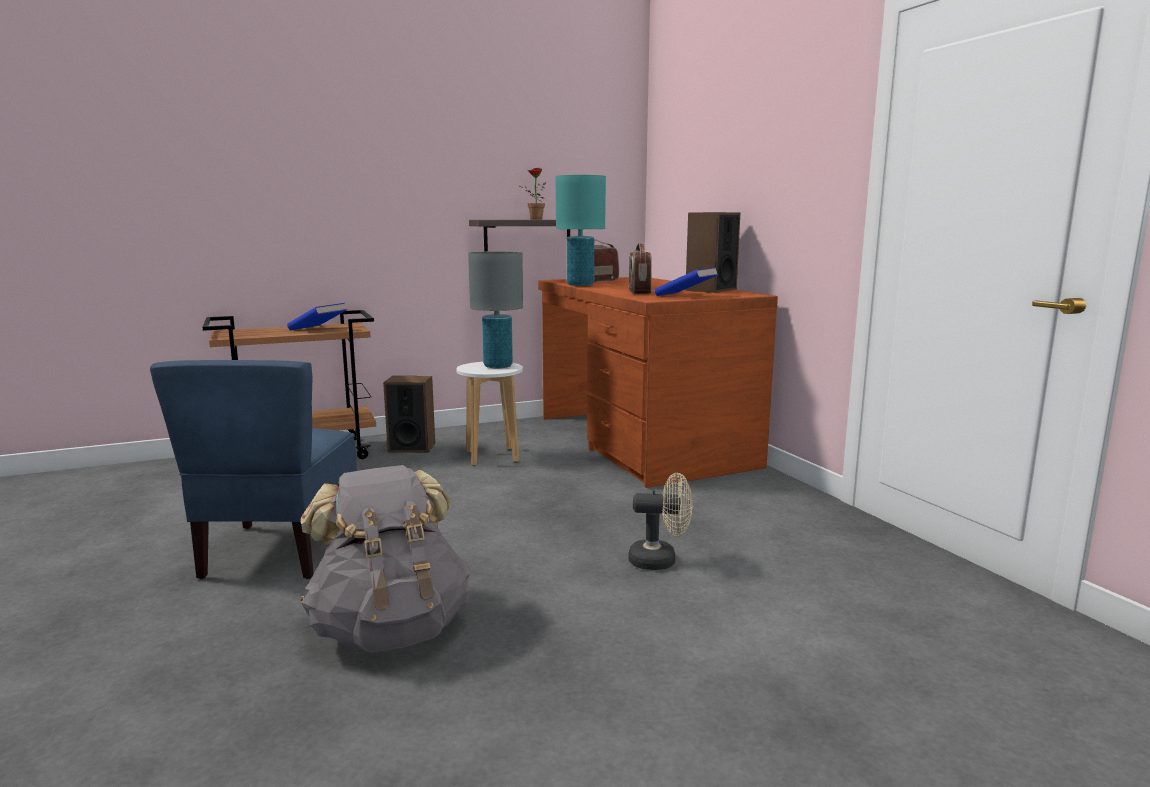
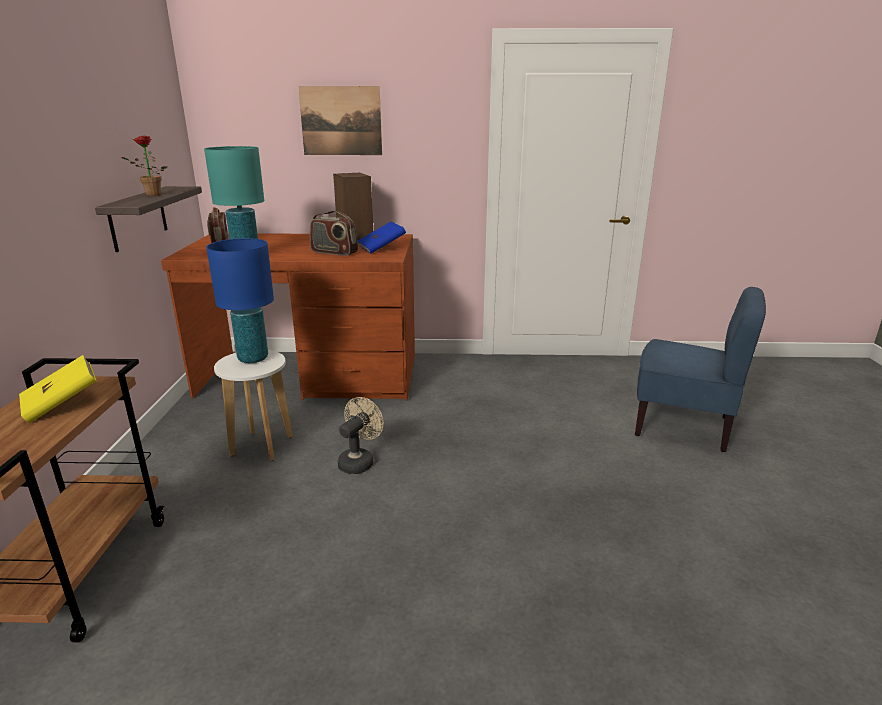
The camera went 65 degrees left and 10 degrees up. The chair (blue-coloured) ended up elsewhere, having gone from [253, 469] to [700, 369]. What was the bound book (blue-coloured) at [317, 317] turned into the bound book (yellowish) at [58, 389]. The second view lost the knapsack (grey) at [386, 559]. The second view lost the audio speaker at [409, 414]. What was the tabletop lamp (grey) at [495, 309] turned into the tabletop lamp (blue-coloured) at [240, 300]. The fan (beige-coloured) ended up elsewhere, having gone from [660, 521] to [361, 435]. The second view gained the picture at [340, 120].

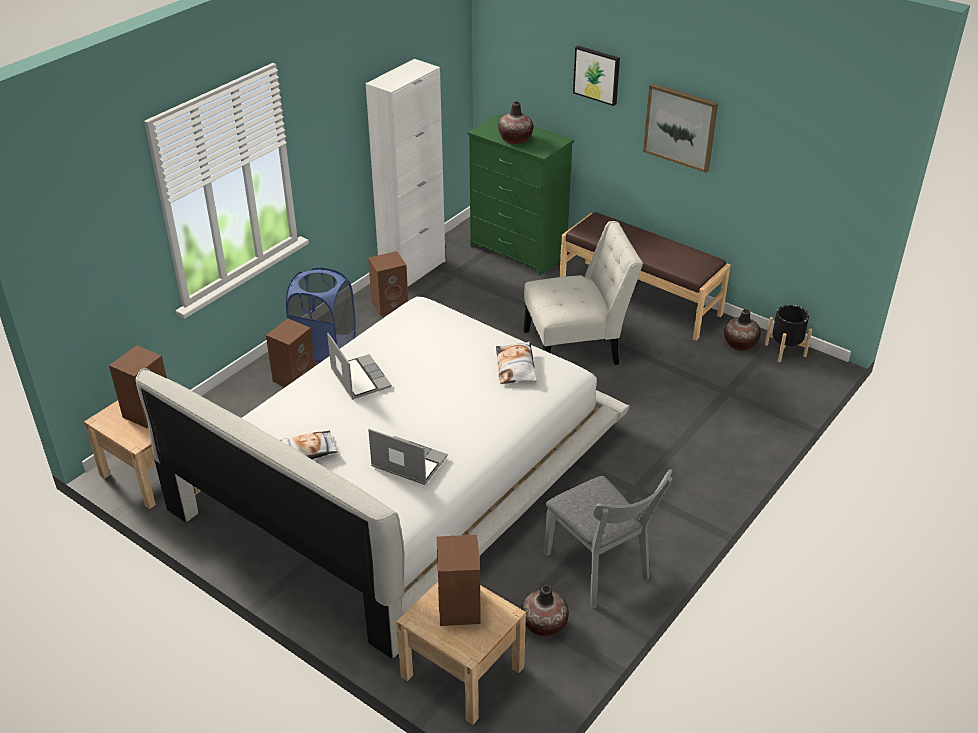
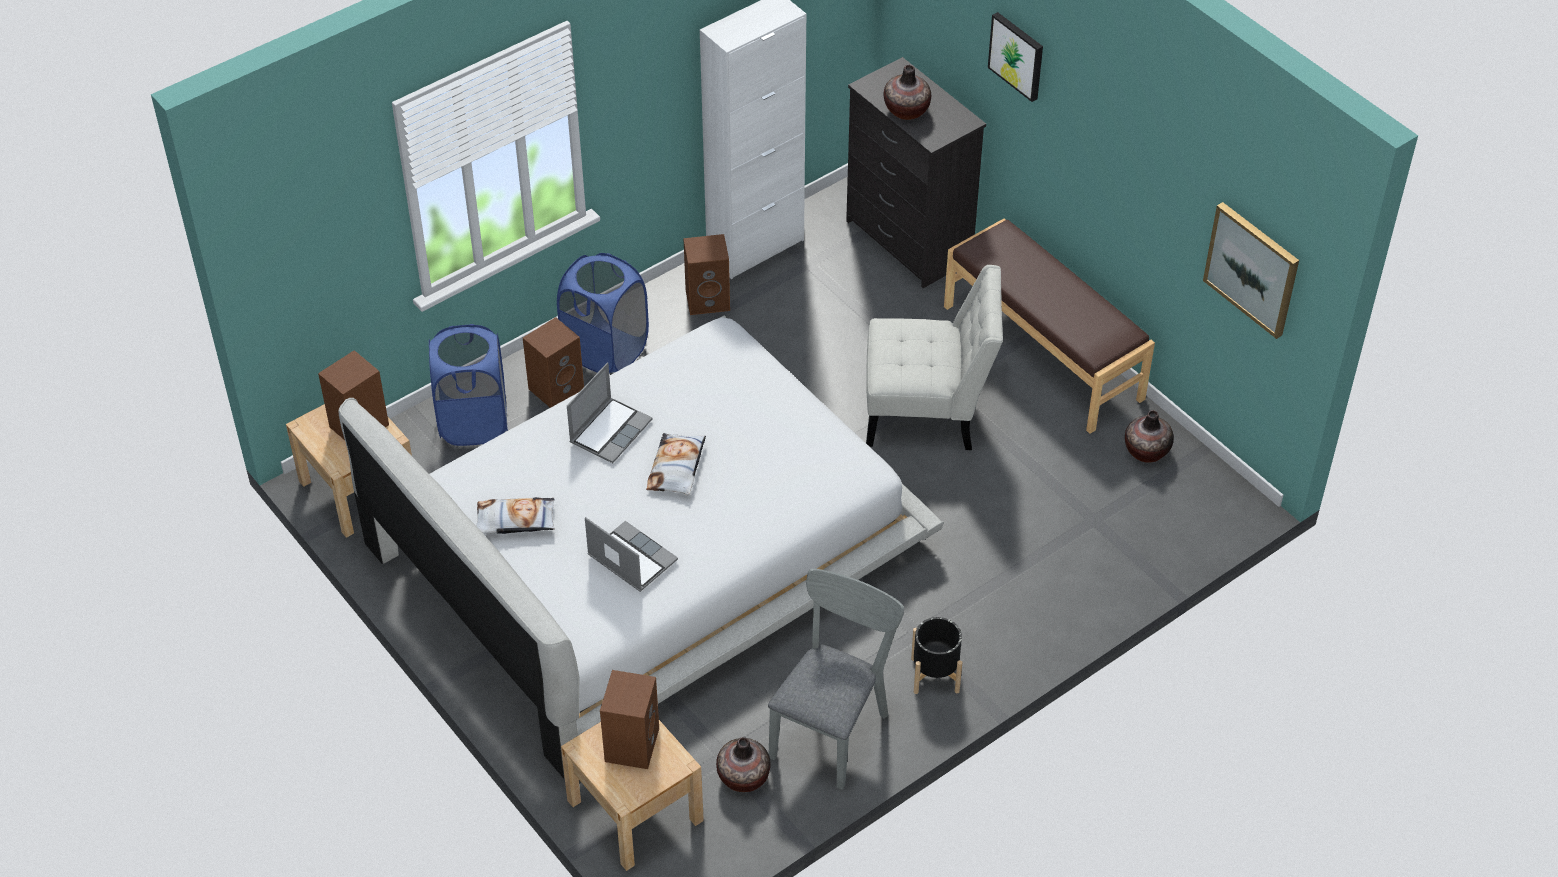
The camera went 15 degrees right and 10 degrees up. The laptop at [359, 366] ended up facing another way, 45 degrees clockwise from before. What was the dresser (green) at [521, 195] turned into the dresser (black) at [916, 172]. The pillow ended up elsewhere, having gone from [516, 362] to [676, 464]. The chair (grey) at [607, 538] ended up facing another way, 135 degrees counterclockwise from before. The picture ended up elsewhere, having gone from [680, 128] to [1251, 270]. The flower pot (black) ended up elsewhere, having gone from [788, 333] to [936, 655]. The second view gained the hamper (blue-coloured) at [468, 385].

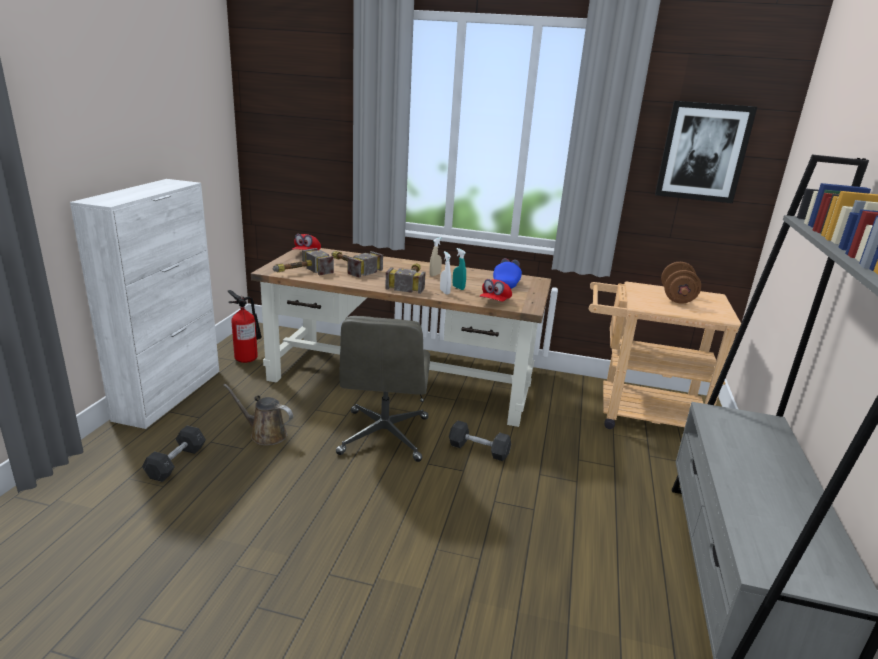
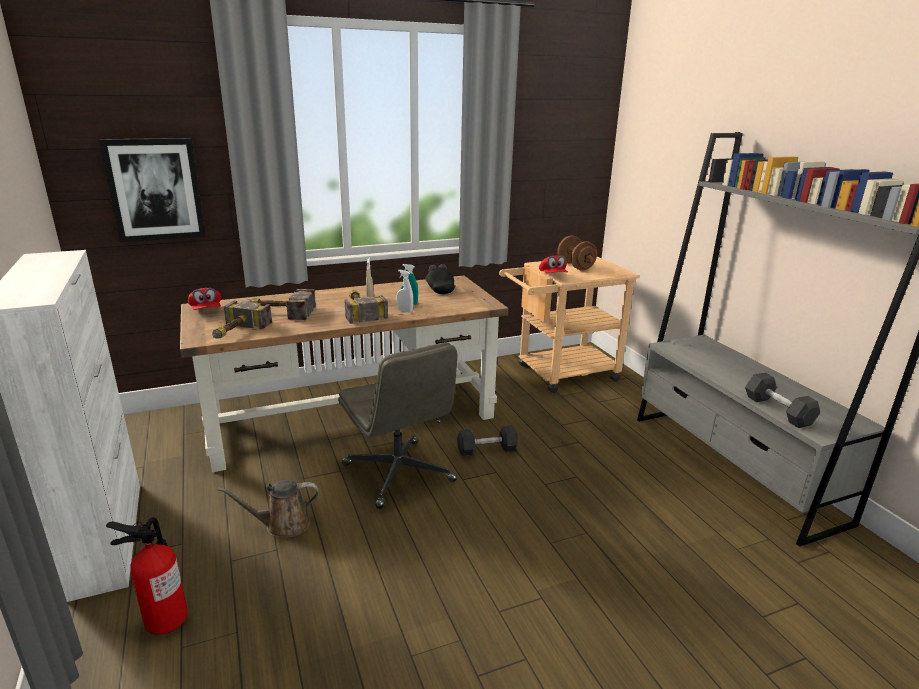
The camera went 35 degrees left and 0 degrees up. The dumbbell (grey) ended up elsewhere, having gone from [174, 454] to [782, 400]. The fire extinguisher ended up elsewhere, having gone from [245, 326] to [147, 576]. The baseball cap (reddish) ended up elsewhere, having gone from [495, 290] to [553, 264]. What was the baseball cap (blue-coloured) at [507, 273] turned into the baseball cap (black) at [440, 279]. The picture ended up elsewhere, having gone from [706, 152] to [152, 190].

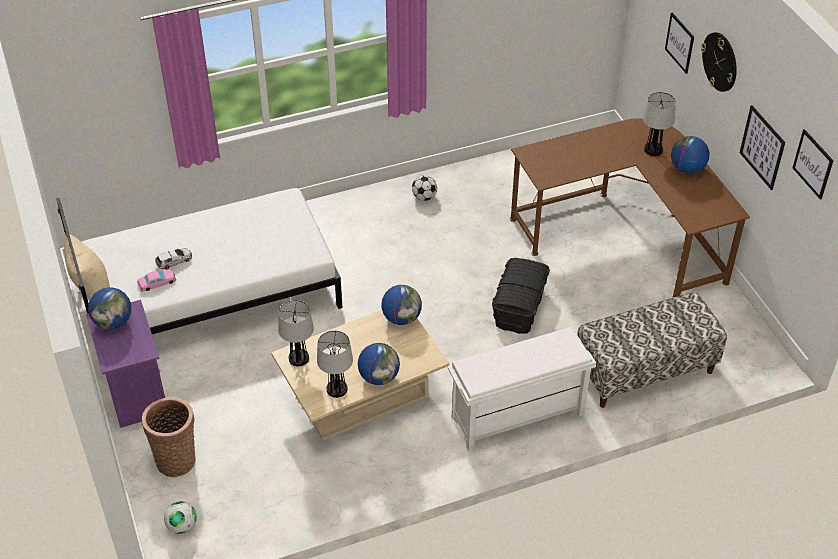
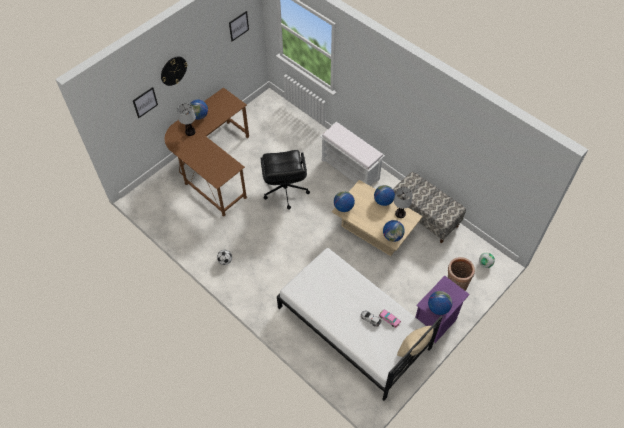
The camera went 115 degrees left and 10 degrees up. Where the tabletop lamp stood at [296, 333], the desk globe came to stand at [394, 231]. Where the storage container (black) stood at [521, 296], the computer chair (black) came to stand at [285, 180]. The long seat ended up elsewhere, having gone from [652, 350] to [429, 207]. The second view lost the picture at [762, 147].

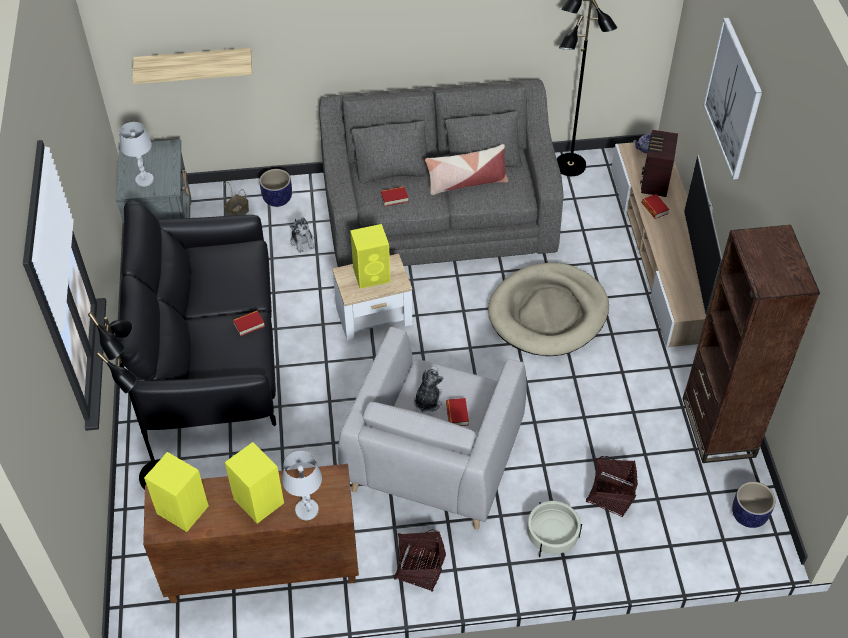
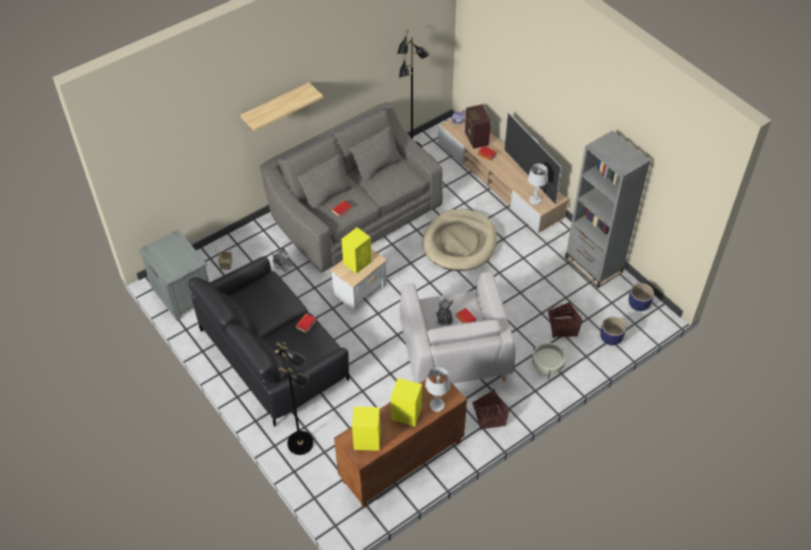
The camera went 30 degrees left and 0 degrees up. The tabletop lamp (white-coloured) ended up elsewhere, having gone from [136, 154] to [538, 184]. The bracket shelf ended up elsewhere, having gone from [192, 66] to [282, 106]. The flower pot ended up elsewhere, having gone from [275, 188] to [613, 331]. The second view lost the pillow at [466, 169]. What was the bookcase (brown-coloured) at [751, 344] turned into the bookcase (grey) at [607, 209]. The second view lost the picture at [732, 98].

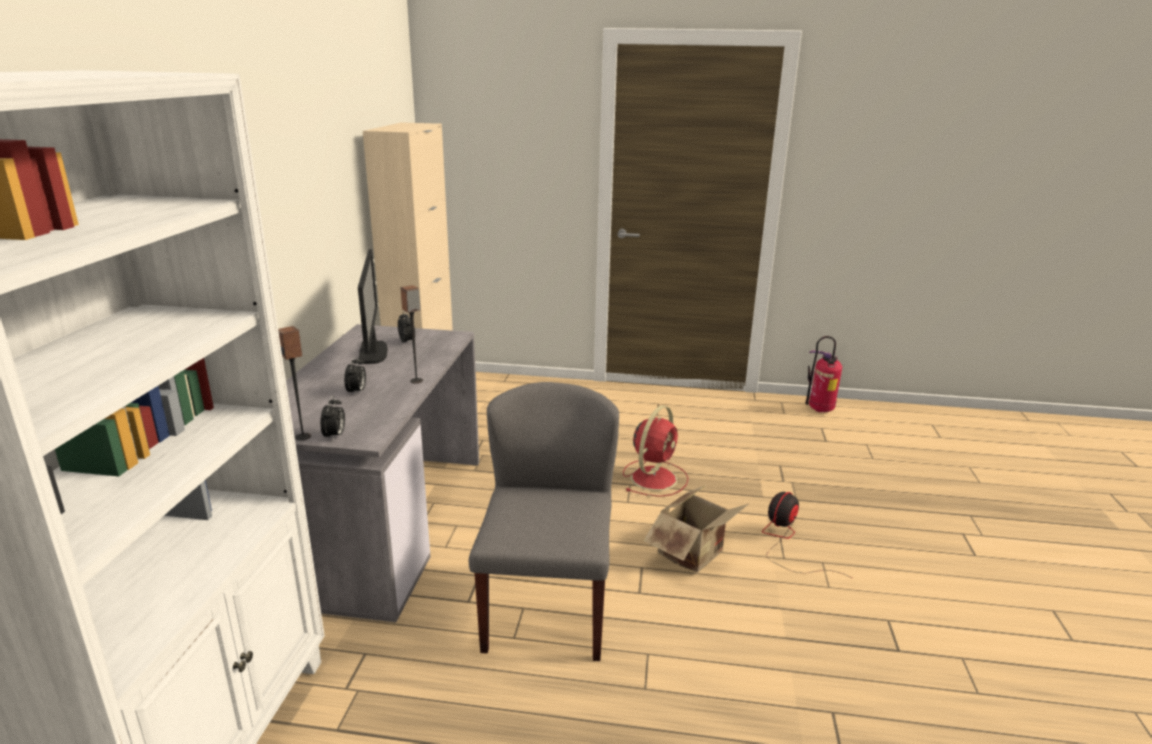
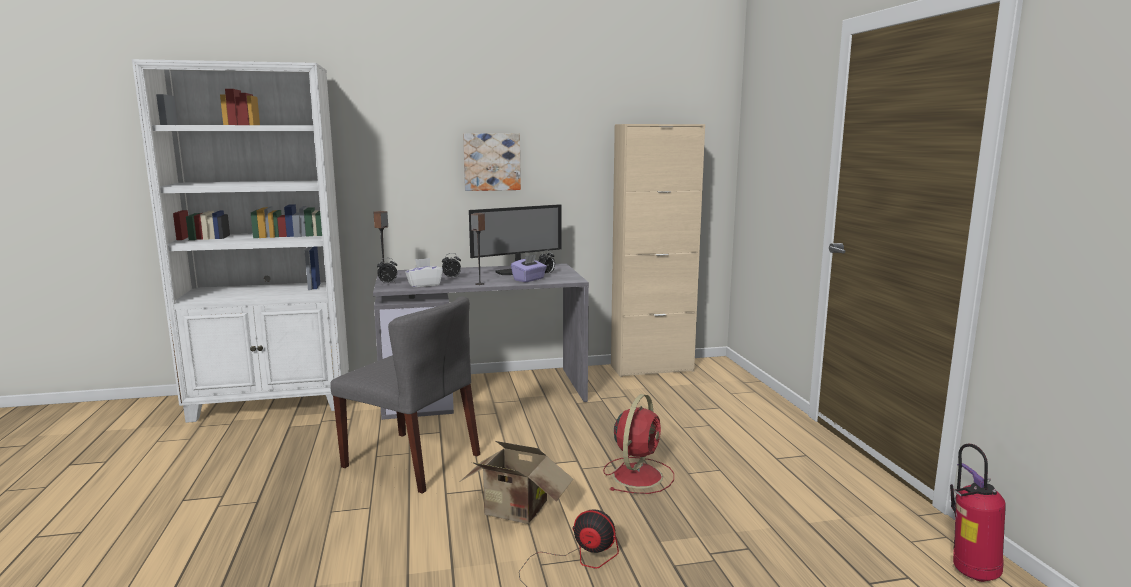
The camera went 70 degrees right and 10 degrees down. The chair (grey) at [544, 521] ended up facing another way, 45 degrees clockwise from before. The fan (reddish) at [655, 451] ended up facing another way, 75 degrees counterclockwise from before. The second view gained the box of tissues (white-coloured) at [424, 273]. The second view gained the picture at [492, 162]. The second view gained the box of tissues (purple-coloured) at [529, 268].

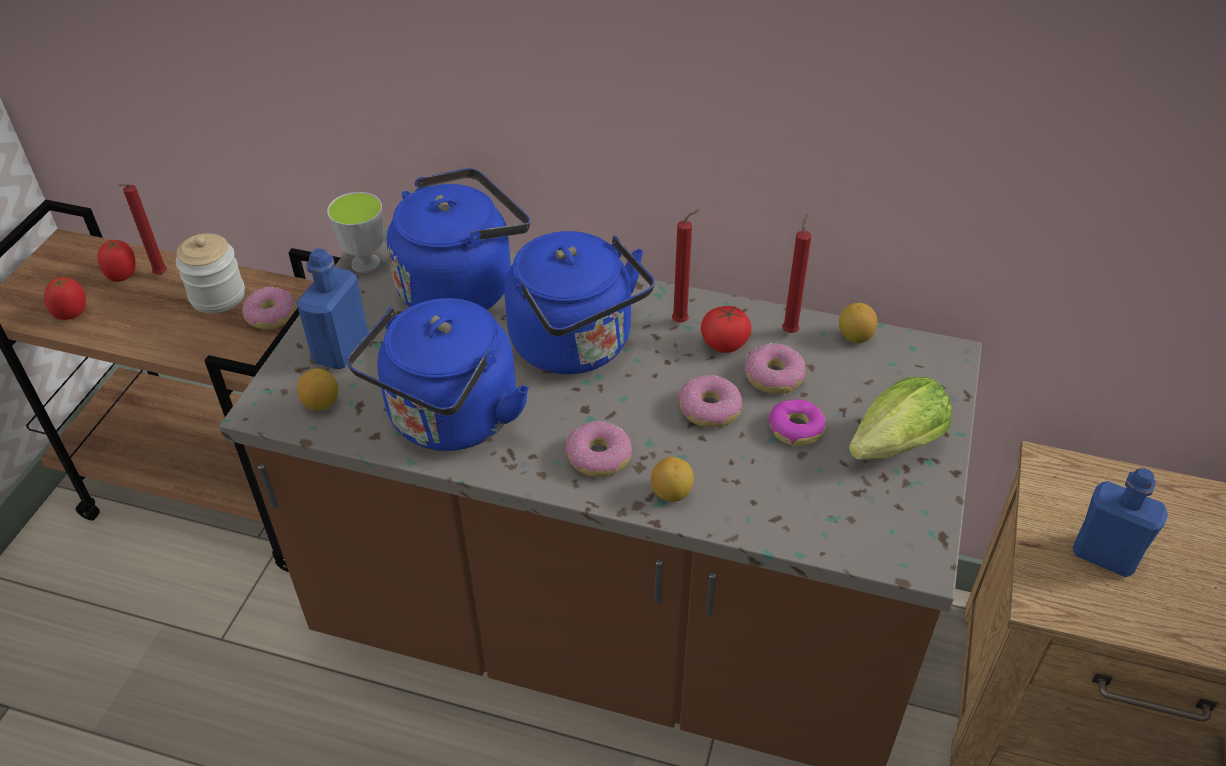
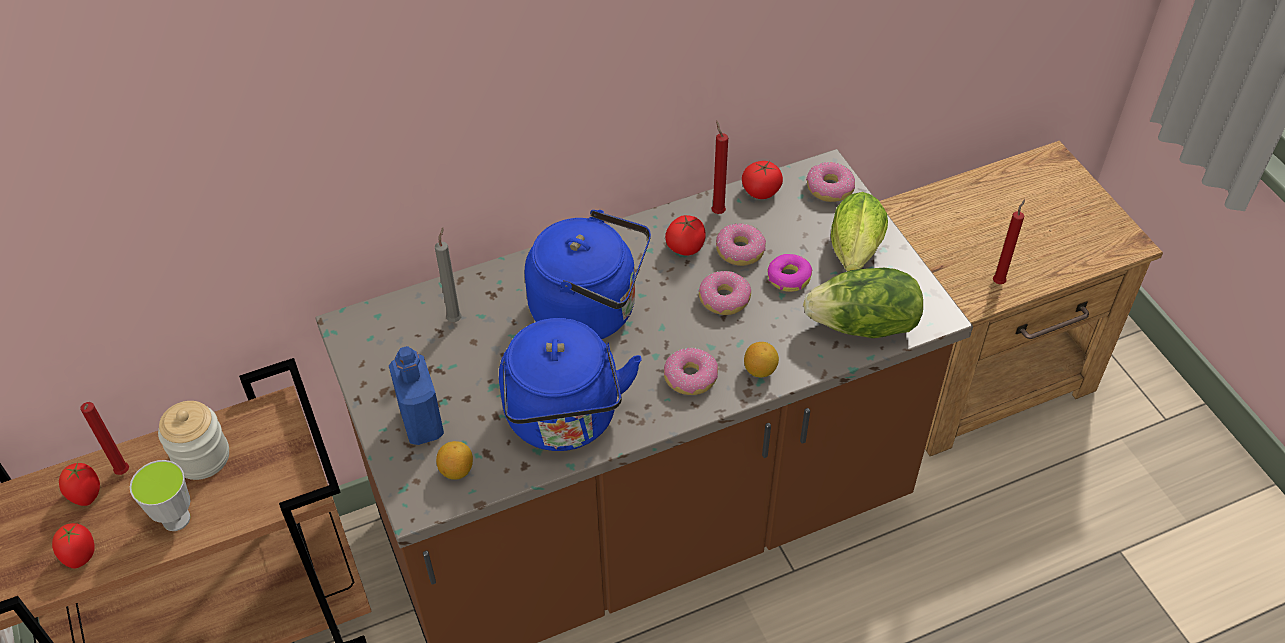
The camera went 40 degrees left and 5 degrees up. The doughnut ended up elsewhere, having gone from [269, 308] to [830, 182]. The small cup ended up elsewhere, having gone from [355, 232] to [160, 495]. Where the water kettle (blue-coloured) stood at [458, 239], the wax light (grey) came to stand at [448, 275]. The wax light (reddish) ended up elsewhere, having gone from [686, 265] to [1009, 241]. Where the whole lemon stood at [858, 323], the tomato came to stand at [762, 180]. The second view lost the bottle (blue-coloured) at [1120, 522]. The second view gained the lettuce head at [863, 303].

